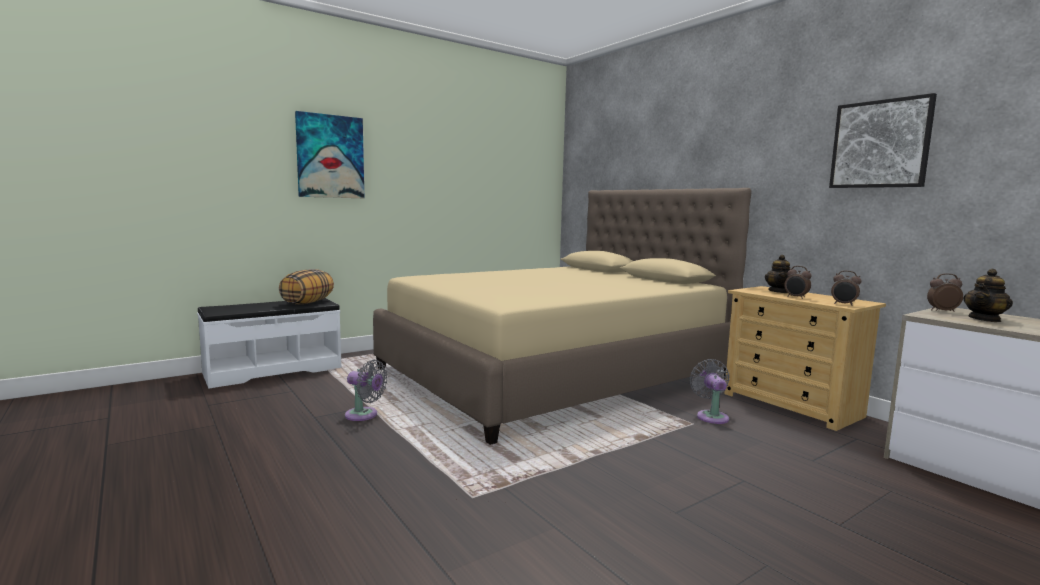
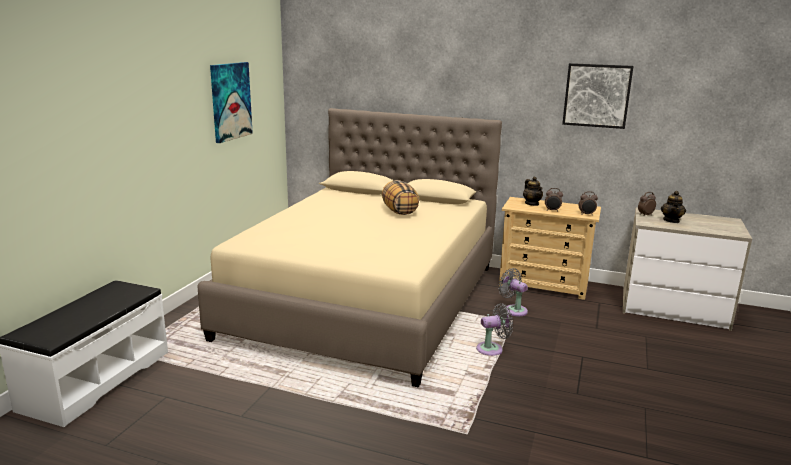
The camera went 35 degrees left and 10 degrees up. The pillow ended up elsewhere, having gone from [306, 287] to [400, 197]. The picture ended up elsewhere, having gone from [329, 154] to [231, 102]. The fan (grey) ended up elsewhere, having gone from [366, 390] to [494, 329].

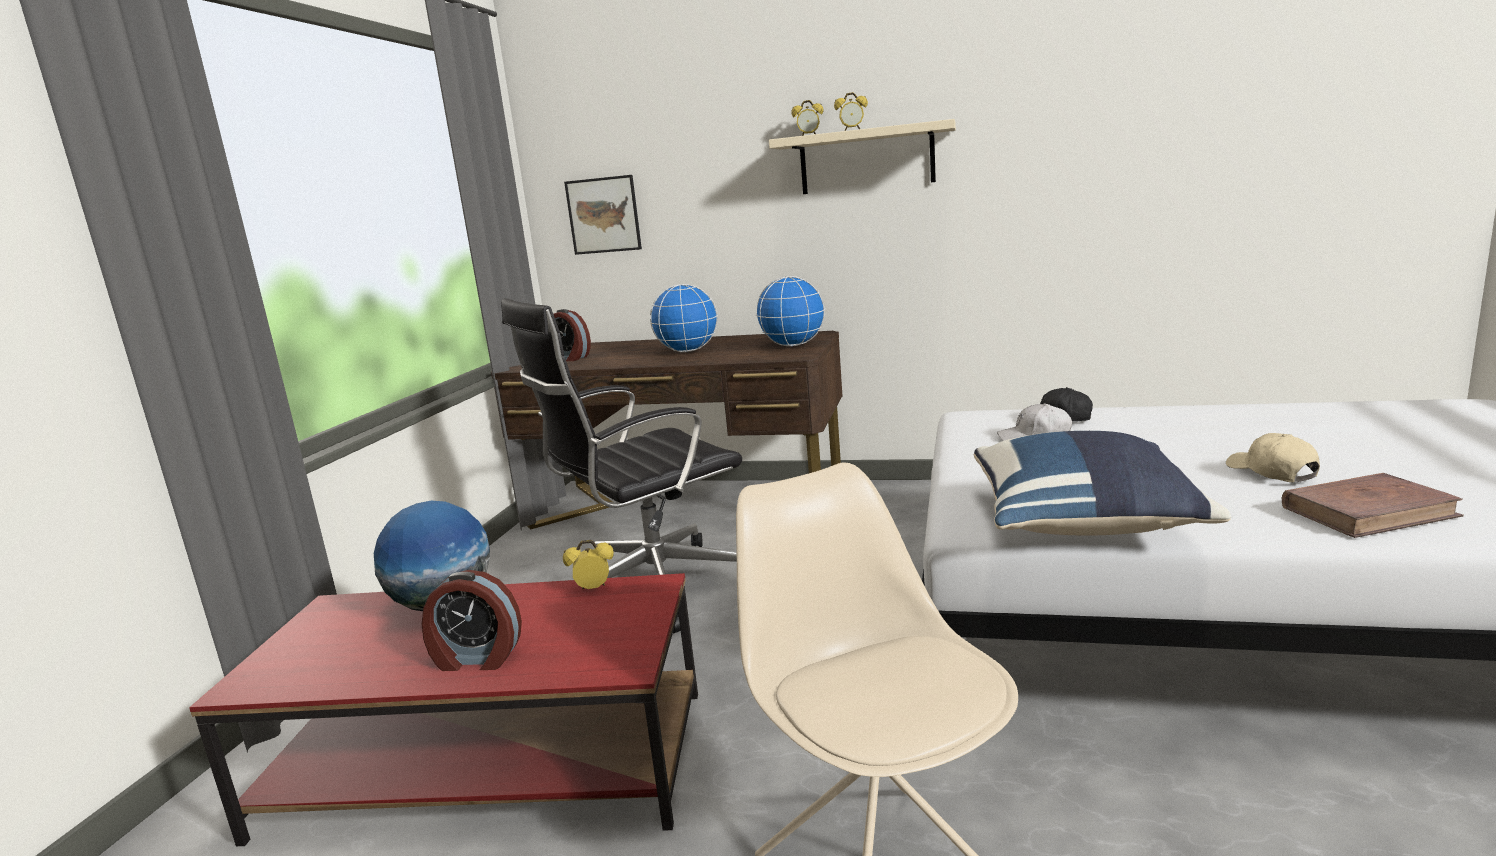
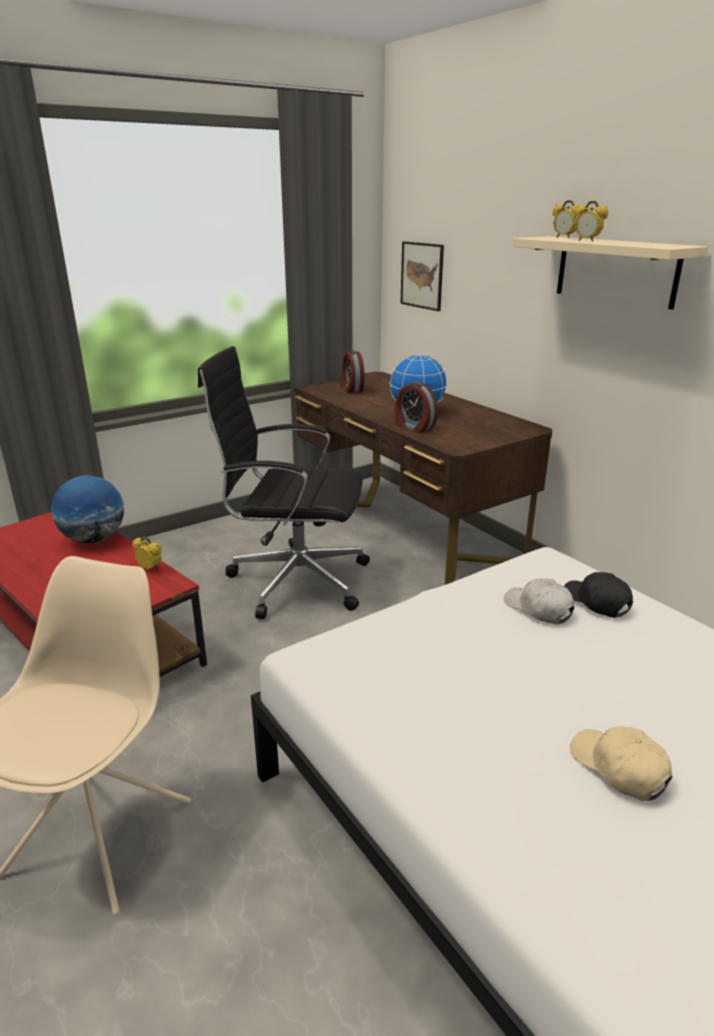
The camera went 40 degrees right and 10 degrees up. The bedside clock ended up elsewhere, having gone from [472, 620] to [416, 407]. The second view lost the desk globe at [790, 311]. The second view lost the pillow (blue-coloured) at [1102, 483]. The baseball cap (beige-coloured) at [1273, 457] ended up facing another way, 60 degrees counterclockwise from before. The second view lost the bound book (brown-coloured) at [1373, 505].

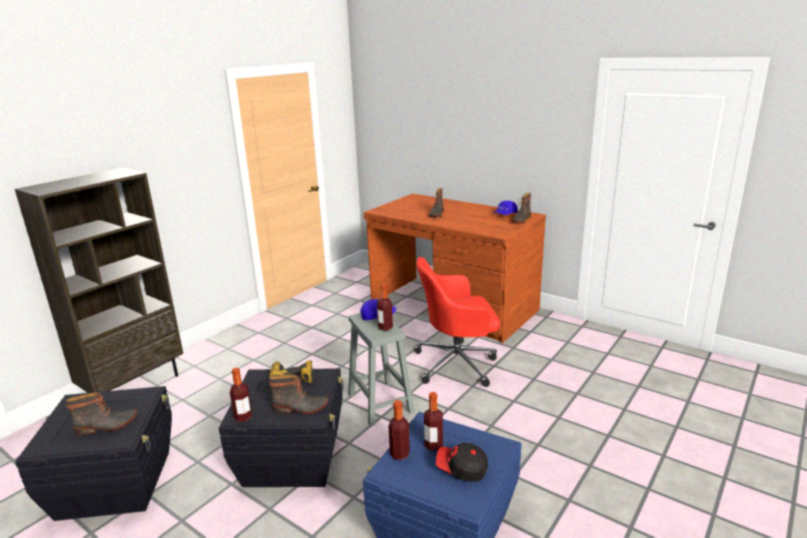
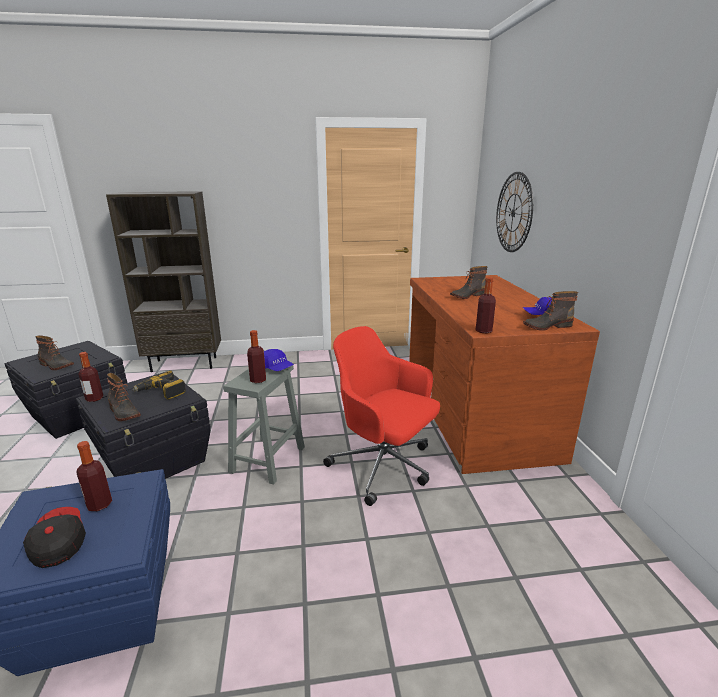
The camera went 45 degrees right and 0 degrees up. The bottle ended up elsewhere, having gone from [399, 430] to [486, 305]. The second view gained the hanging clock at [514, 212].

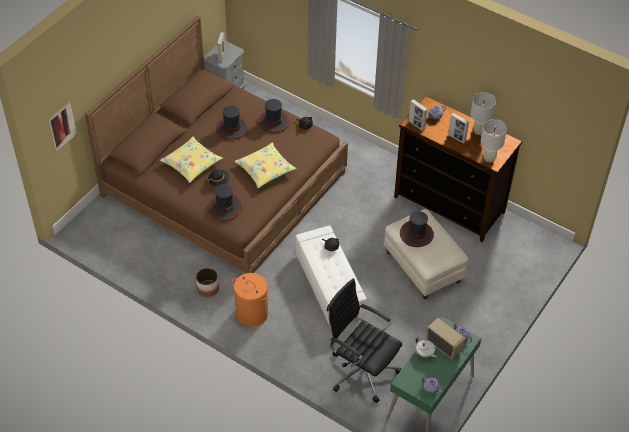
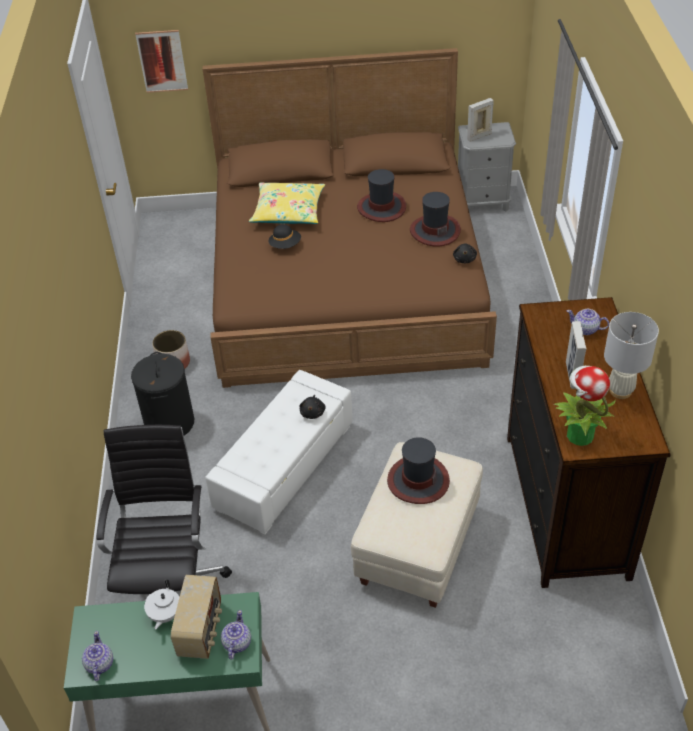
The camera went 55 degrees right and 5 degrees down. The second view lost the hat at [225, 202]. What was the hamper (orange-coloured) at [251, 300] turned into the hamper (black) at [162, 394]. The second view lost the pillow (yellowish) at [265, 166]. The second view lost the photo frame at [418, 115]. Where the tabletop lamp (white-coloured) stood at [494, 141], the potted plant came to stand at [585, 406].

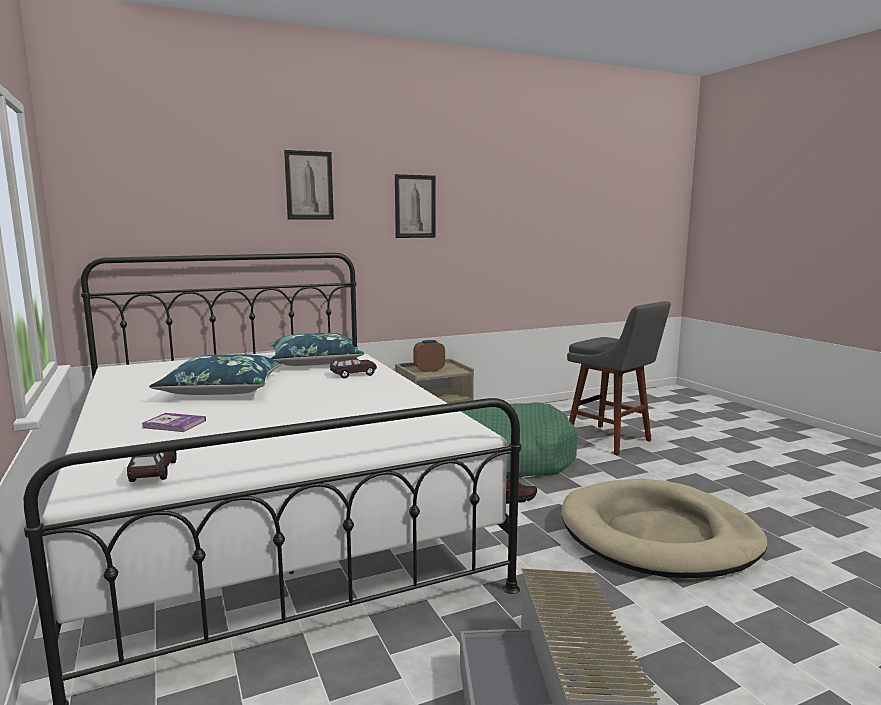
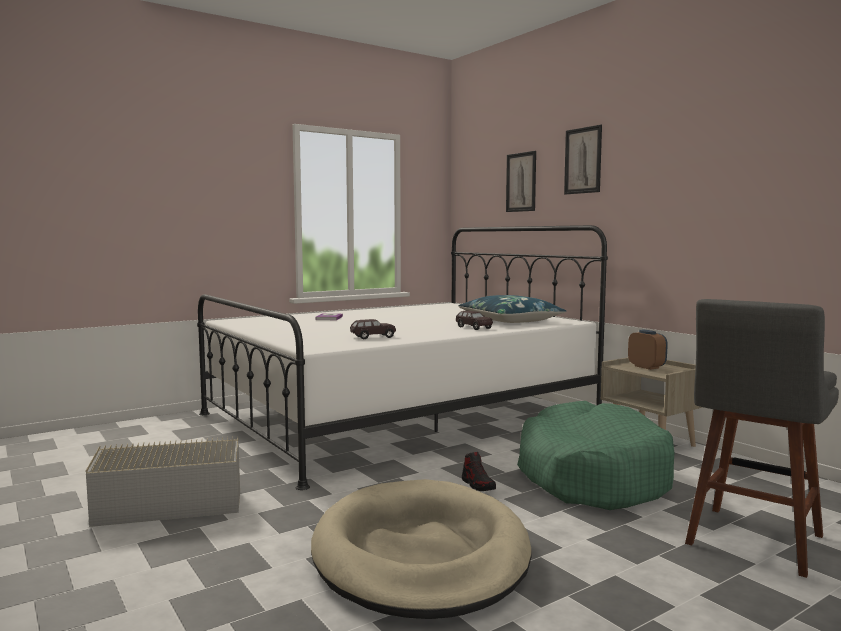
The camera went 80 degrees right and 5 degrees down. The miniature car (brown-coloured) ended up elsewhere, having gone from [152, 466] to [373, 329]. The second view lost the pillow (blue-coloured) at [216, 374]. The picture ended up elsewhere, having gone from [415, 206] to [521, 181].

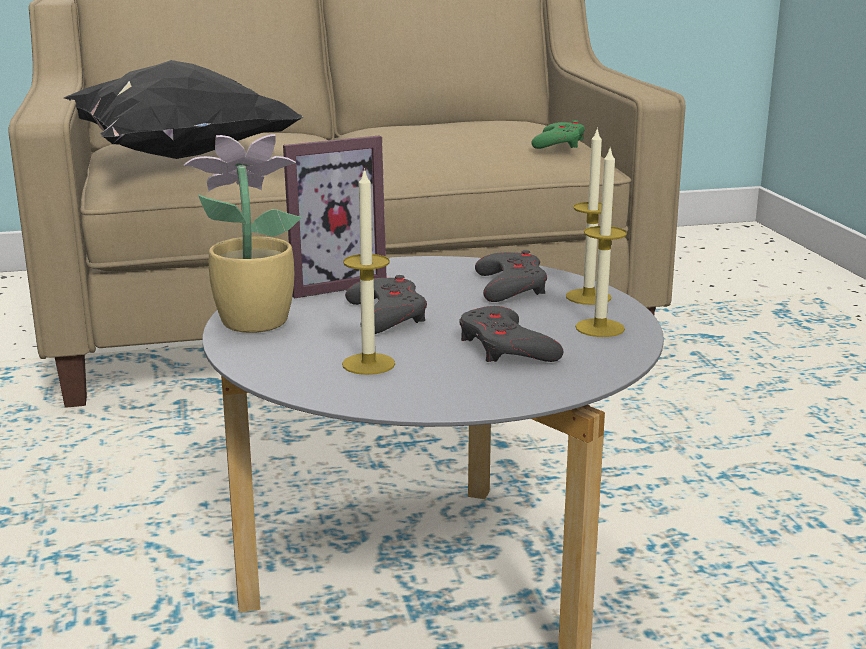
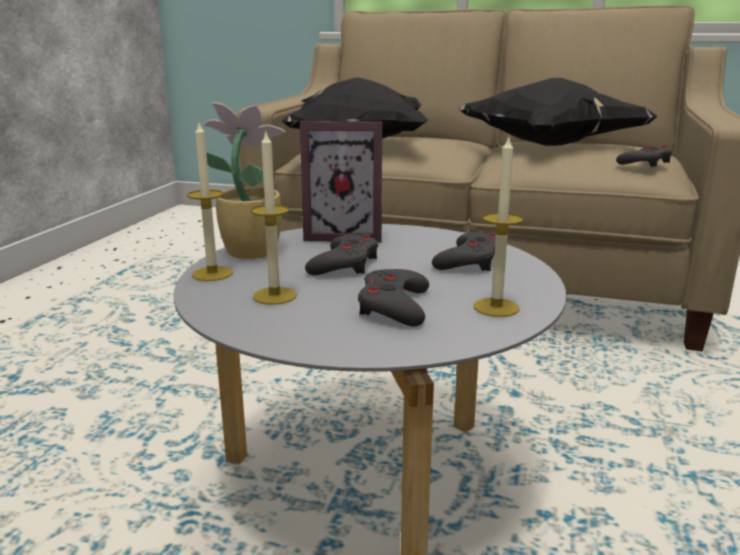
The camera went 30 degrees right and 0 degrees up. What was the game controller (green) at [558, 134] turned into the game controller (grey) at [644, 156]. The wax light ended up elsewhere, having gone from [589, 216] to [210, 202]. The second view gained the pillow (black) at [558, 112].

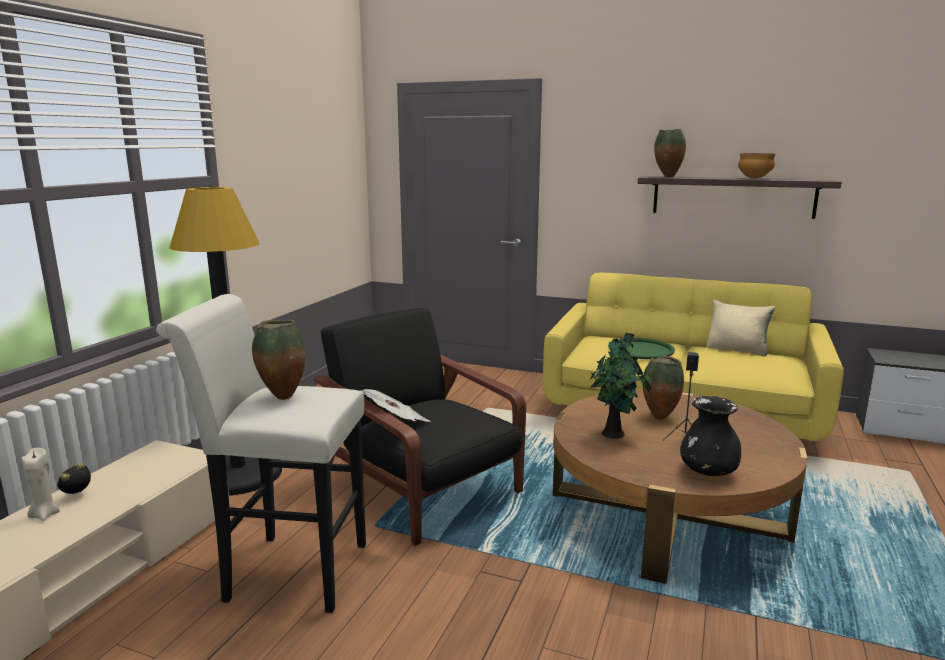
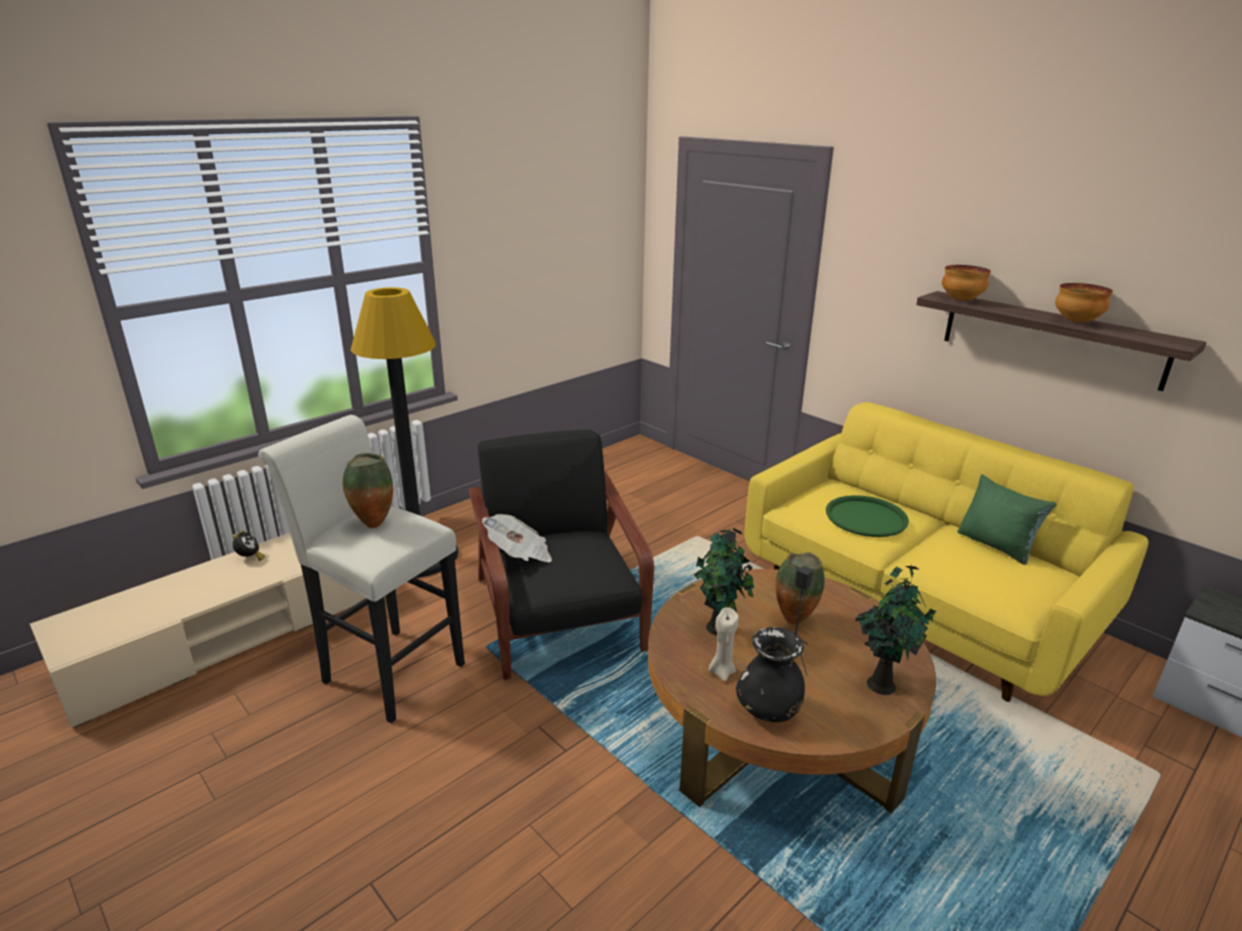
The camera went 25 degrees right and 10 degrees up. The wax light (beige-coloured) ended up elsewhere, having gone from [40, 484] to [723, 644]. The bedside clock at [74, 478] ended up facing another way, 120 degrees clockwise from before. Where the flower vase stood at [670, 153], the deep dish came to stand at [966, 283]. What was the pillow (beige-coloured) at [741, 328] turned into the pillow (green) at [1006, 519]. The second view gained the potted plant at [896, 630].

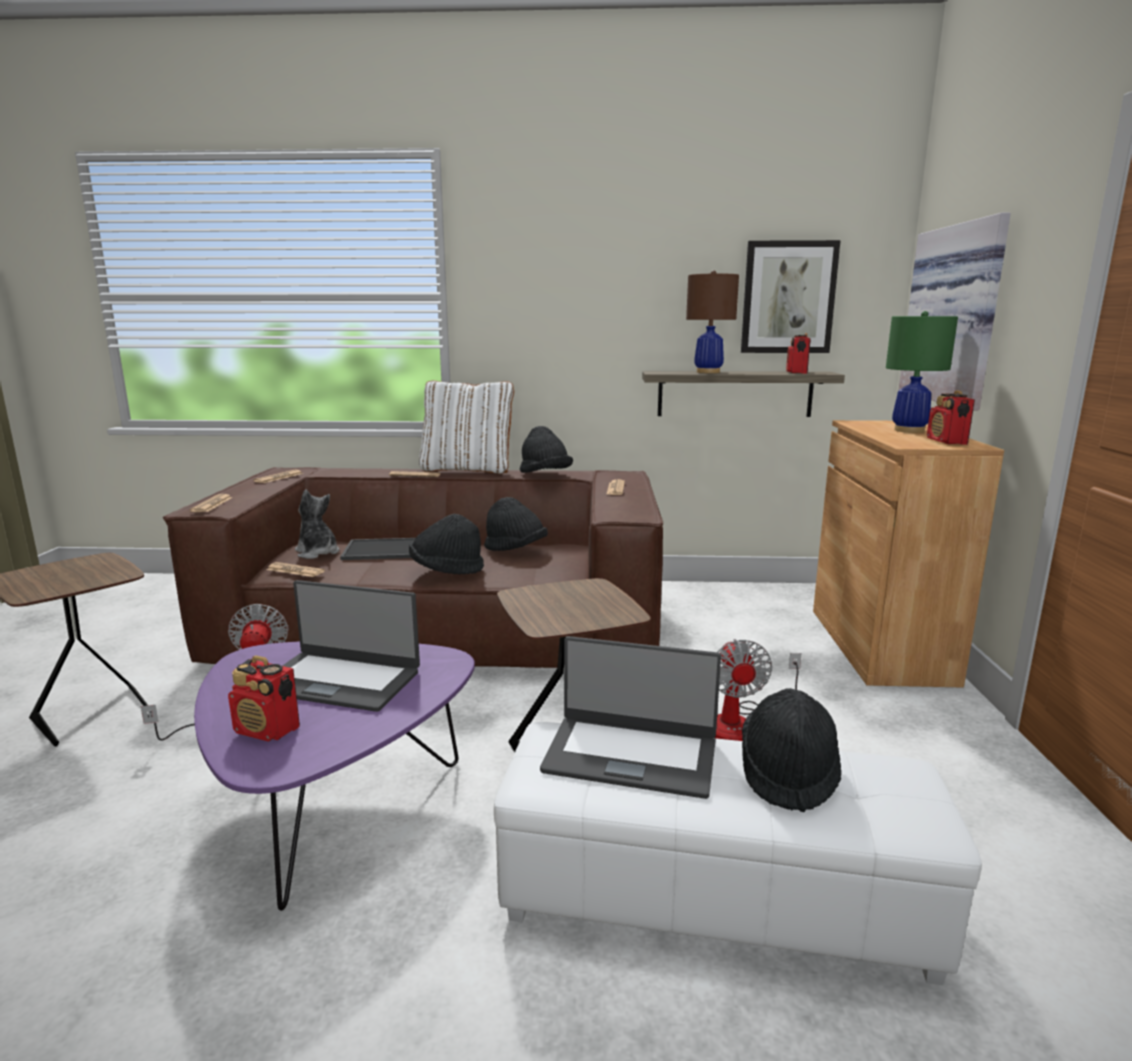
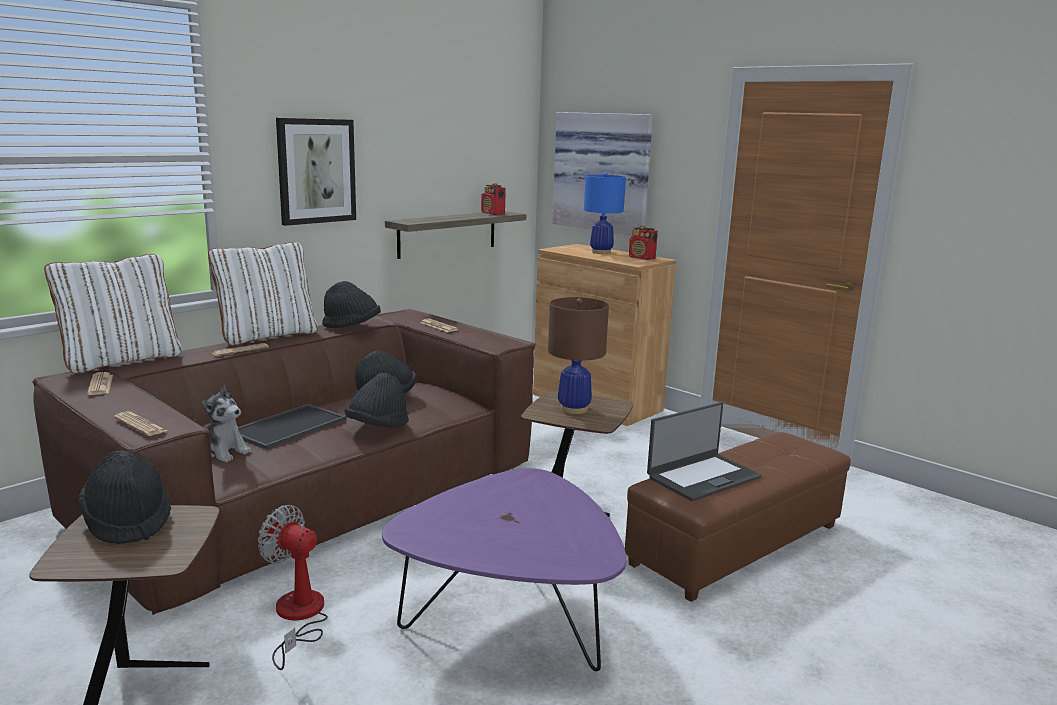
The camera went 50 degrees left and 0 degrees up. The second view lost the radio at [264, 698]. The second view lost the printed paper at [296, 569]. The second view lost the laptop at [351, 646]. The plush toy at [317, 524] ended up facing another way, 150 degrees counterclockwise from before. What was the pouffe (white-coloured) at [738, 853] turned into the pouffe (brown-coloured) at [738, 517]. The tabletop lamp (brown-coloured) ended up elsewhere, having gone from [712, 321] to [578, 355]. The second view lost the fan at [758, 690]. The picture ended up elsewhere, having gone from [791, 296] to [316, 172]. The hat (black) ended up elsewhere, having gone from [791, 750] to [124, 497]. What was the tabletop lamp (green) at [922, 372] turned into the tabletop lamp (blue-coloured) at [605, 213]. The second view gained the pillow (white-coloured) at [113, 314].

